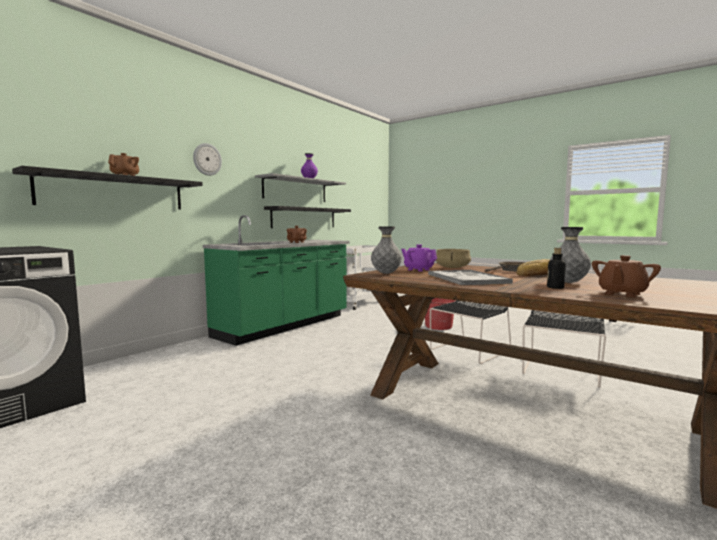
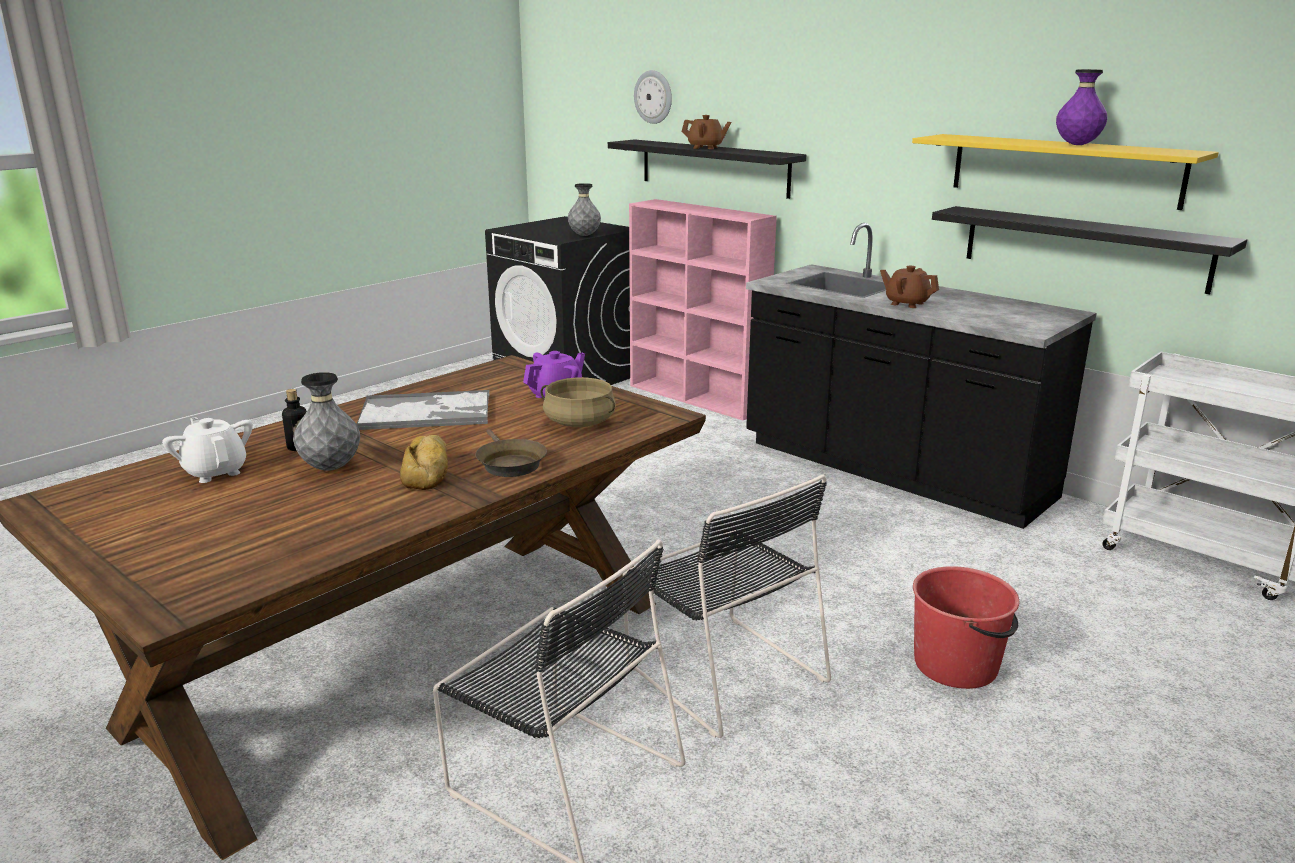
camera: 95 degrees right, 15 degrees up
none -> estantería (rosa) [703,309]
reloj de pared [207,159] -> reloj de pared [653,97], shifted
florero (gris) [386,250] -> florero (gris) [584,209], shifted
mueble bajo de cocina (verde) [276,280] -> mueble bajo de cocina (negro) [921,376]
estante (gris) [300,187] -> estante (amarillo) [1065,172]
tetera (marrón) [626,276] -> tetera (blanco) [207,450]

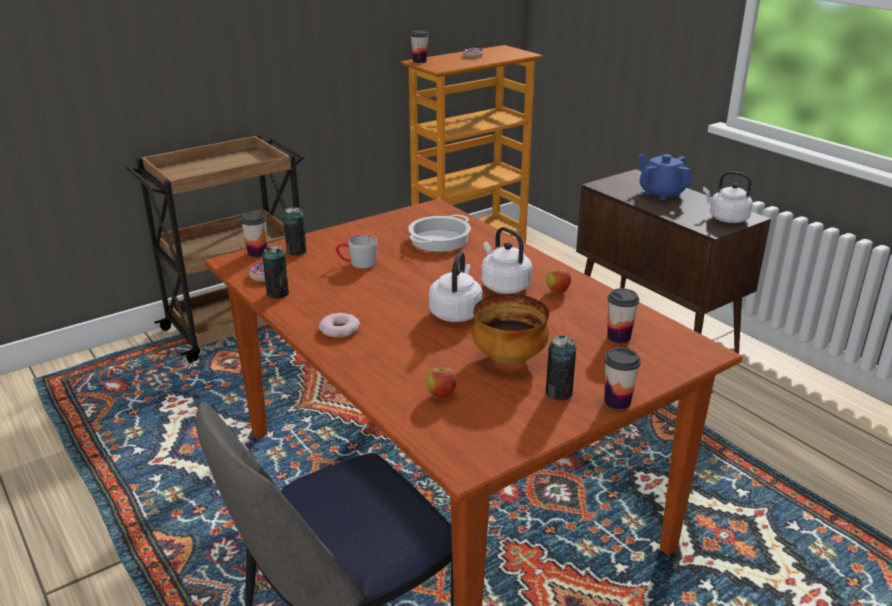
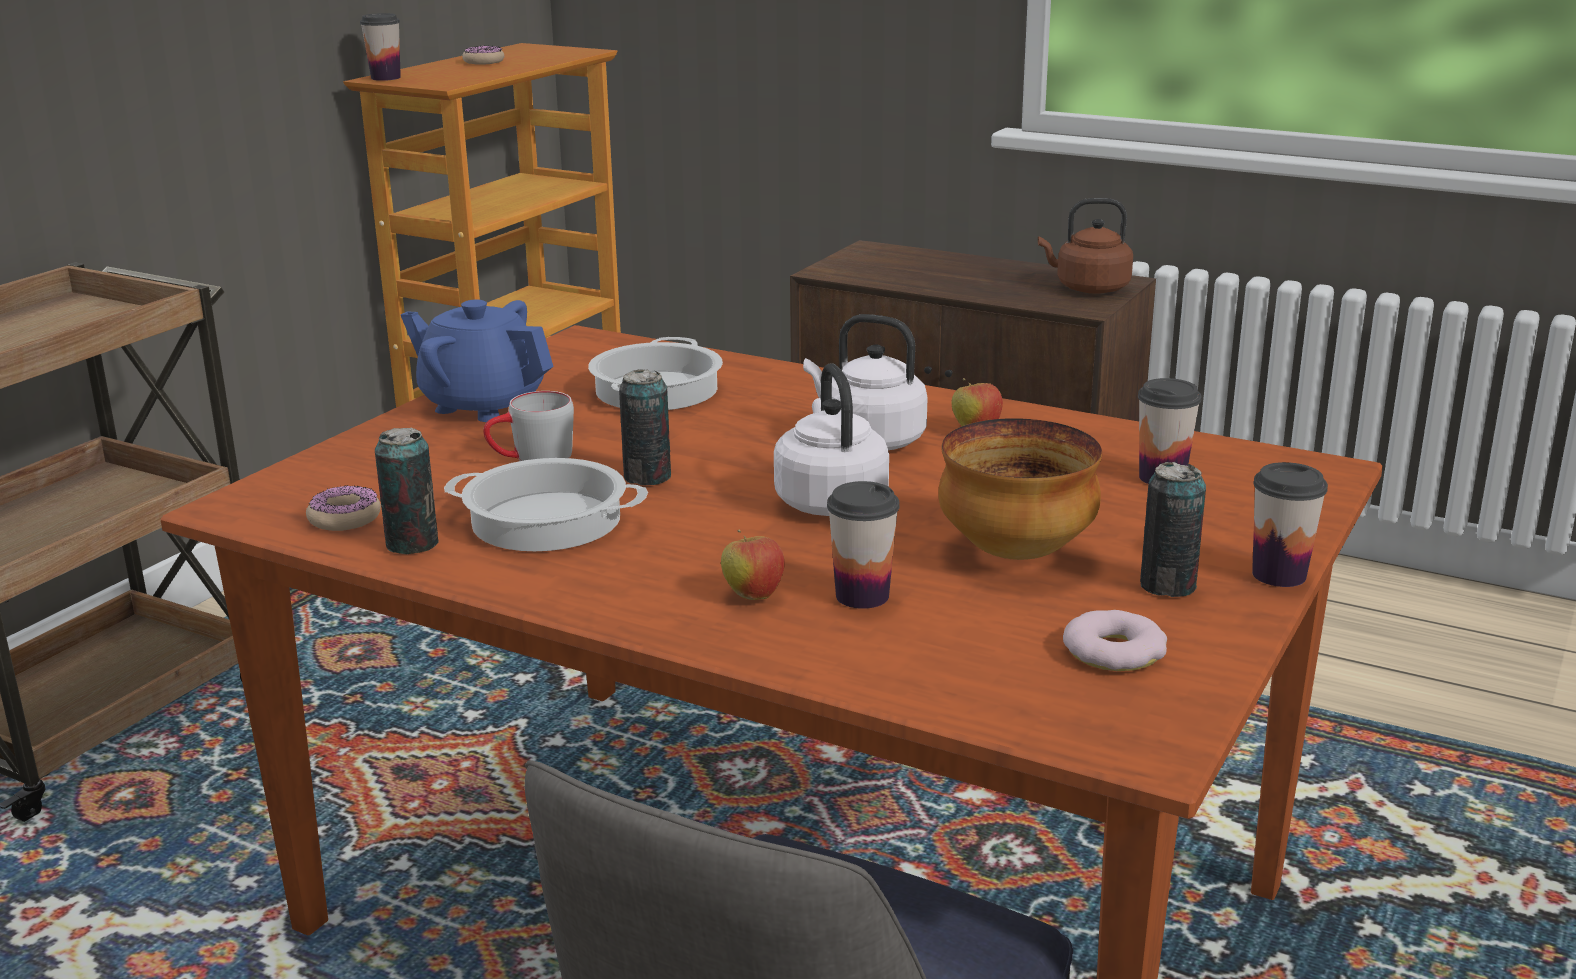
camera: 25 degrees left, 5 degrees down
none -> olla [546,504]
taza [253,234] -> taza [863,545], shifted
lata [295,231] -> lata [645,427], shifted
rosquilla [339,325] -> rosquilla [1115,640], shifted
manzana [442,381] -> manzana [753,564], shifted
tetera (azul) [665,177] -> tetera (azul) [477,360], shifted
hervidor (blanco) [728,197] -> hervidor (marrón) [1085,246]

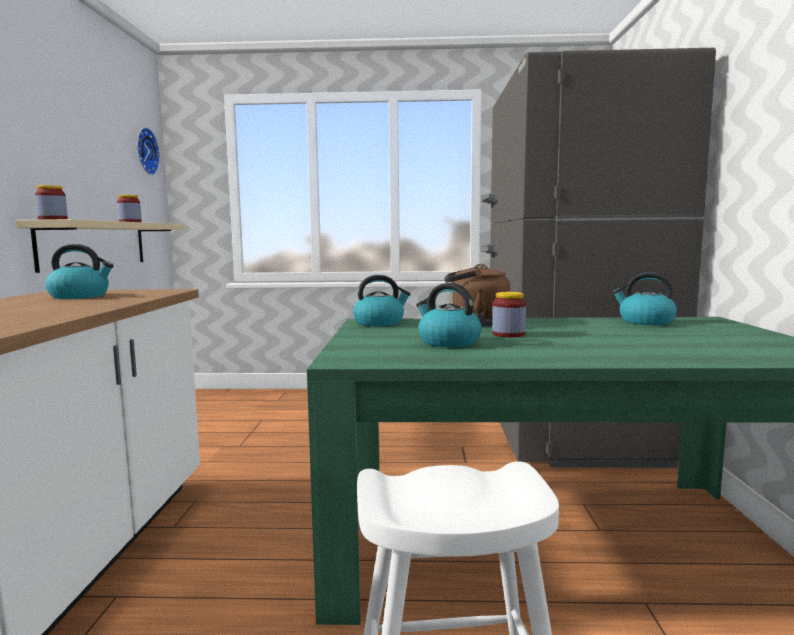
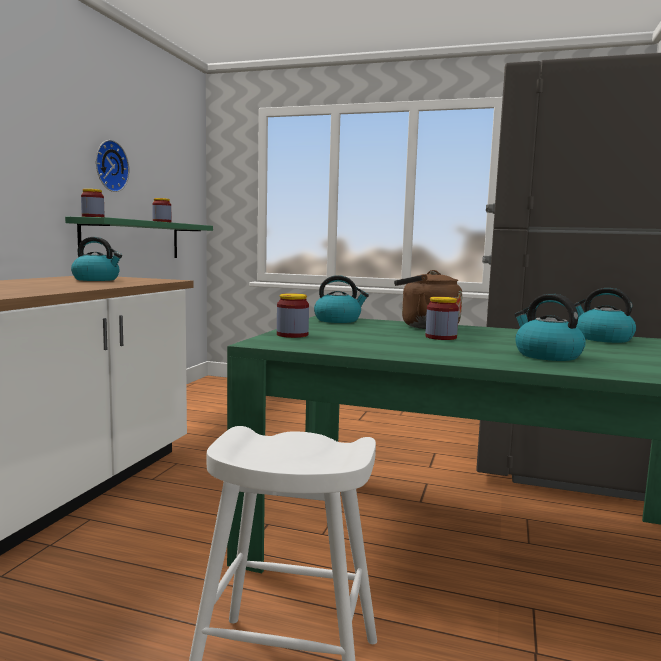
camera: 15 degrees right, 0 degrees up
none -> tarro [293,315]
reloj de pared [148,151] -> reloj de pared [112,166], shifted
hervidor [449,315] -> hervidor [550,327], shifted
estante (beis) [100,246] -> estante (verde) [139,237]

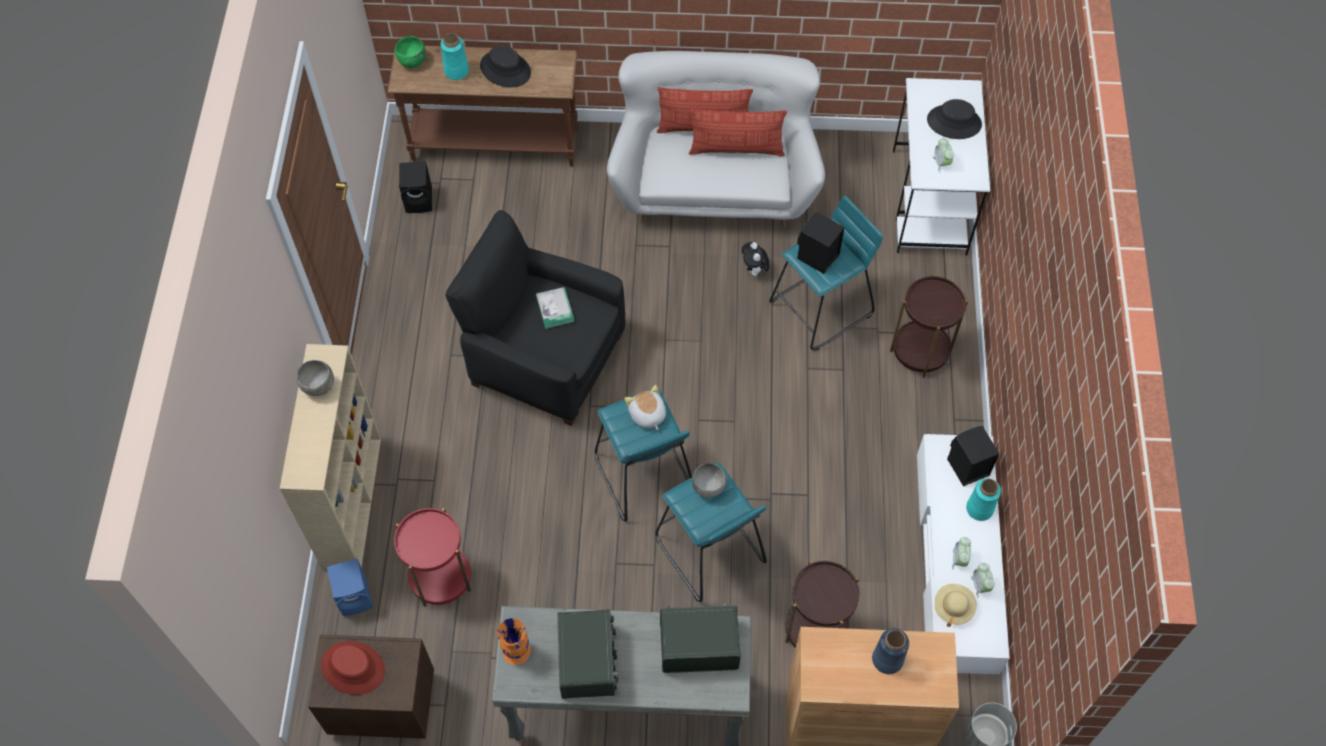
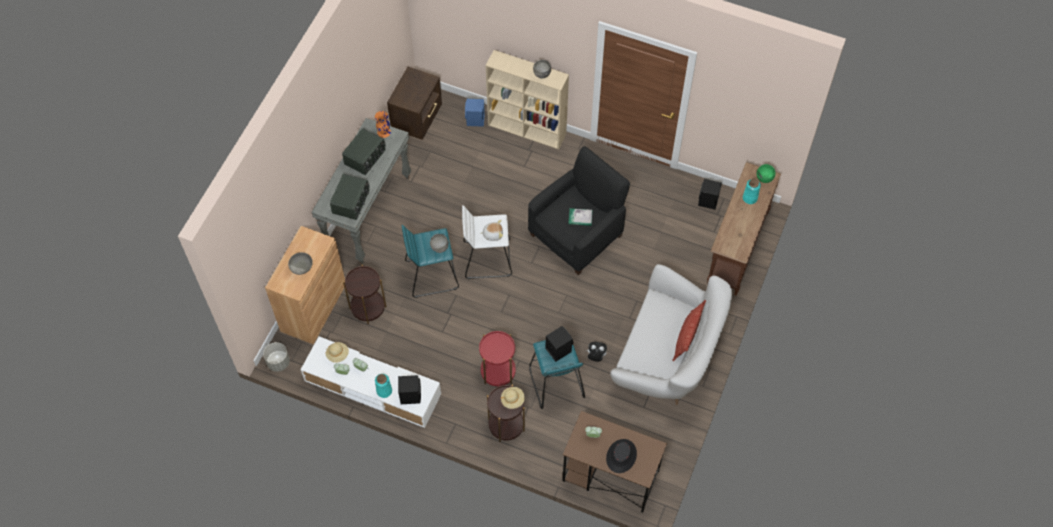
camera: 110 degrees right, 0 degrees up
sombrero (rojo) [353,668] -> none
sombrero (negro) [505,67] -> none
cojín [738,132] -> none
none -> sombrero (beis) [513,398]
mesa auxiliar (rojo) [432,557] -> mesa auxiliar (rojo) [497,358], shifted
florero (azul) [890,651] -> cuenco (gris) [300,263]
taburete (turquesa) [643,455] -> taburete (blanco) [487,242]
escritorio (blanco) [941,166] -> escritorio (marrón) [614,461]
radio [587,654] -> radio [364,151], 75 degrees counterclockwise

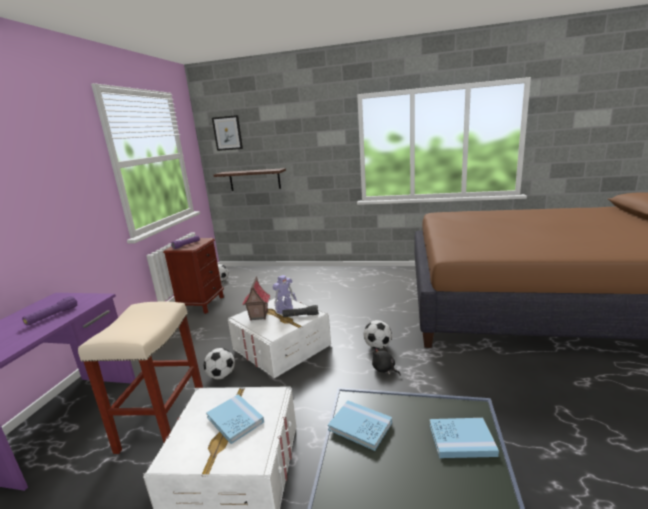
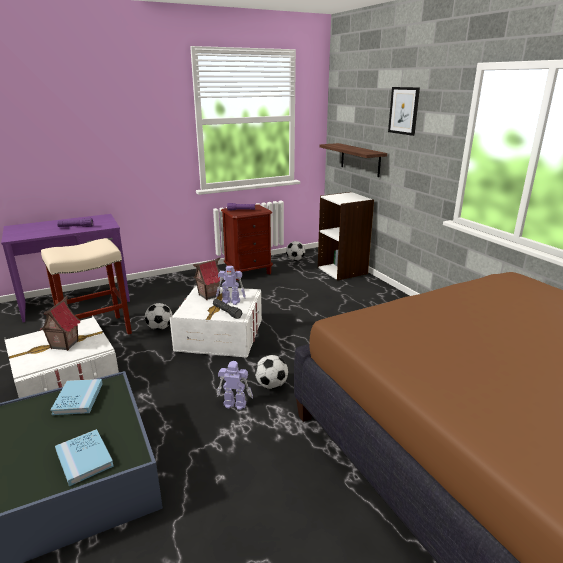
camera: 50 degrees right, 5 degrees up
none -> estantería (blanco) [346,236]
cuadro [227,133] -> cuadro [404,111], shifted
libro (azul) [235,419] -> casita [60,323]
peluche (negro) [386,361] -> robot de juguete [235,385]

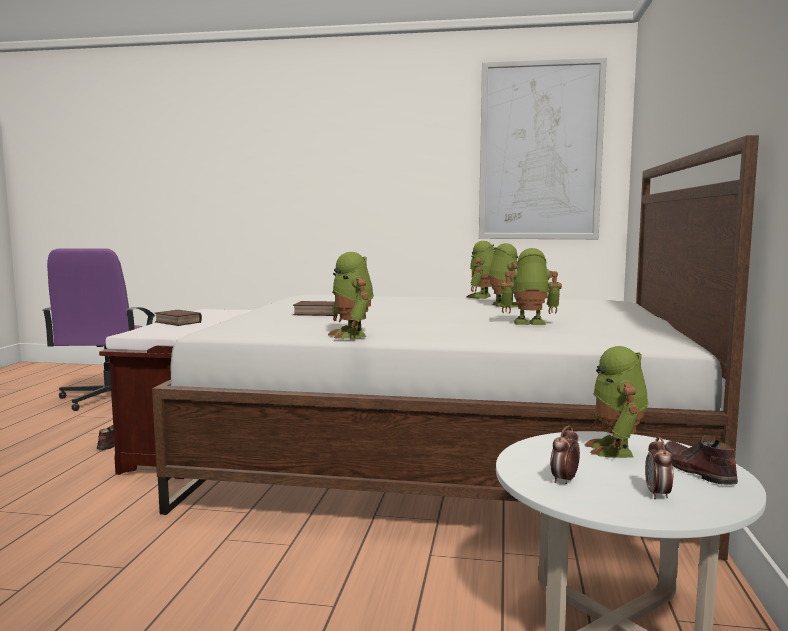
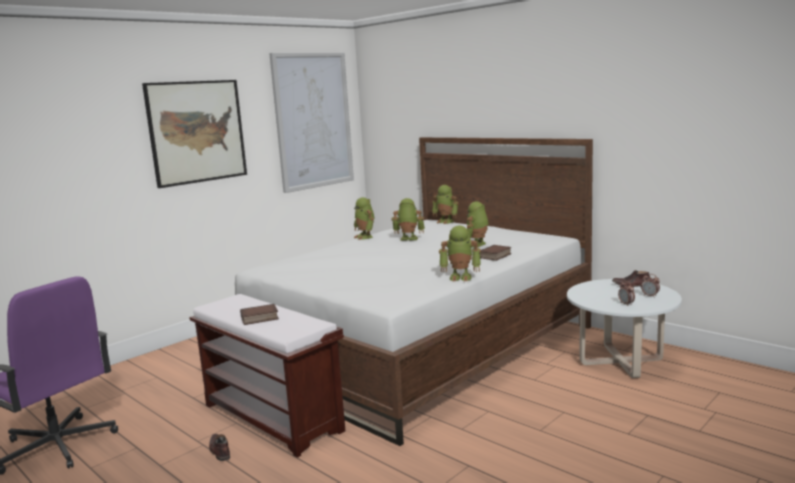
camera: 55 degrees left, 5 degrees up
none -> cuadro [194,134]
libro [314,308] -> libro [495,253], shifted
robot de juguete [616,402] -> robot de juguete [445,204], shifted

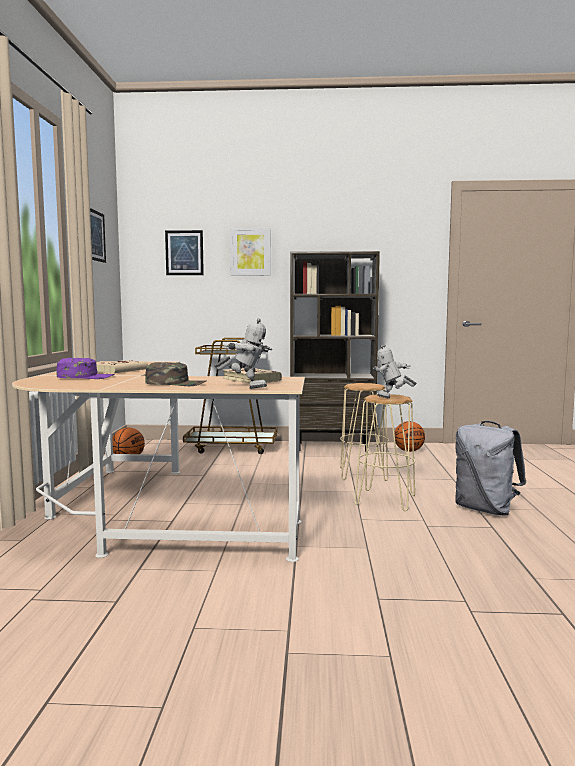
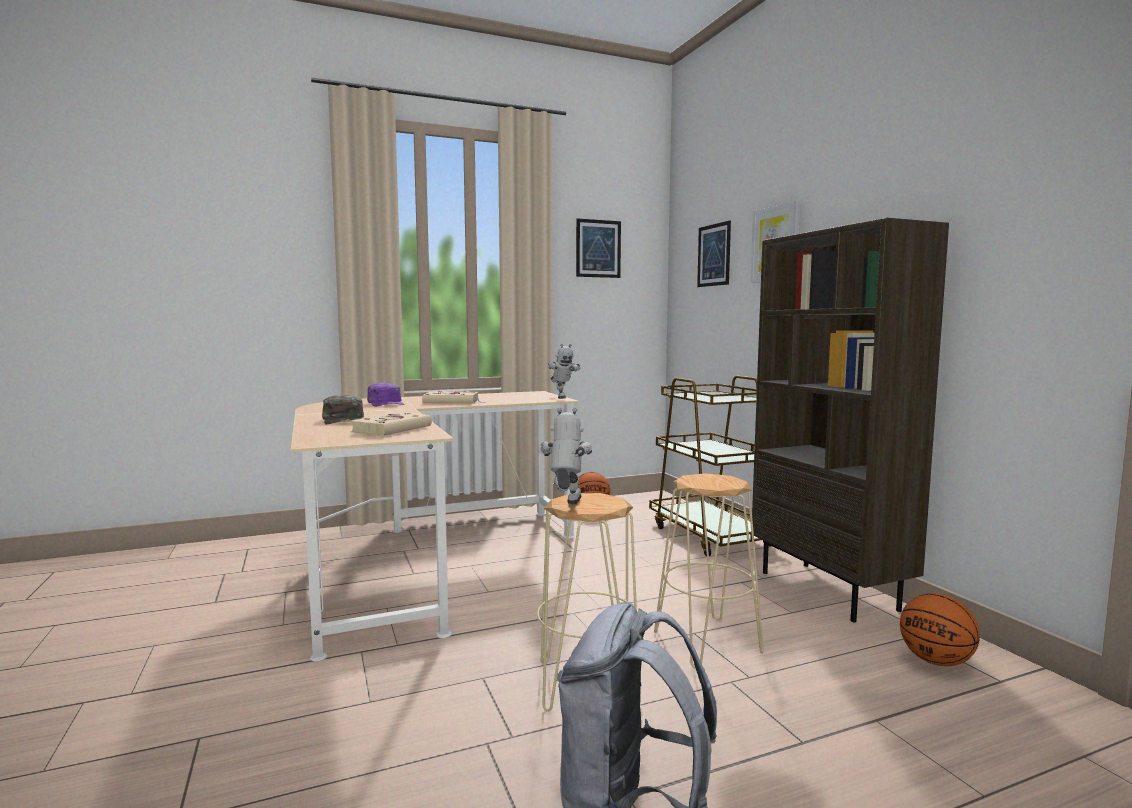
camera: 65 degrees right, 0 degrees up
robot de juguete [243,354] -> robot de juguete [564,371], shifted

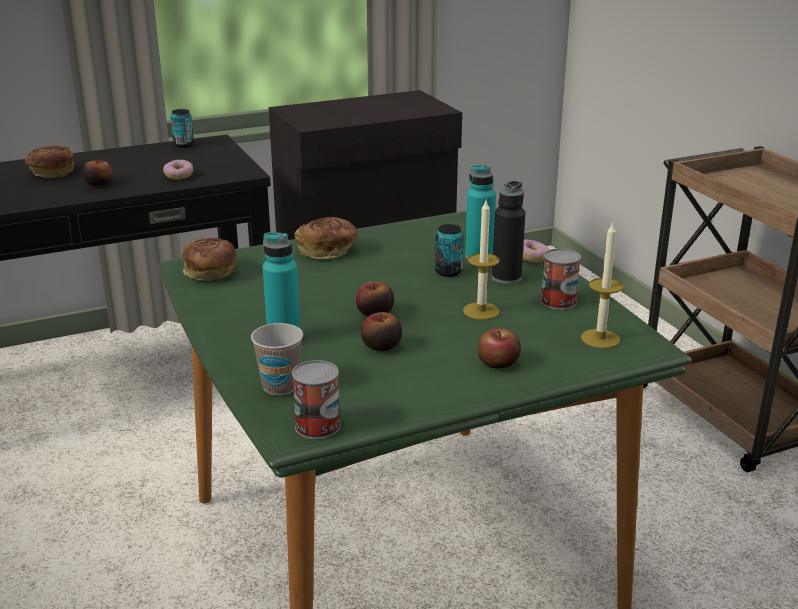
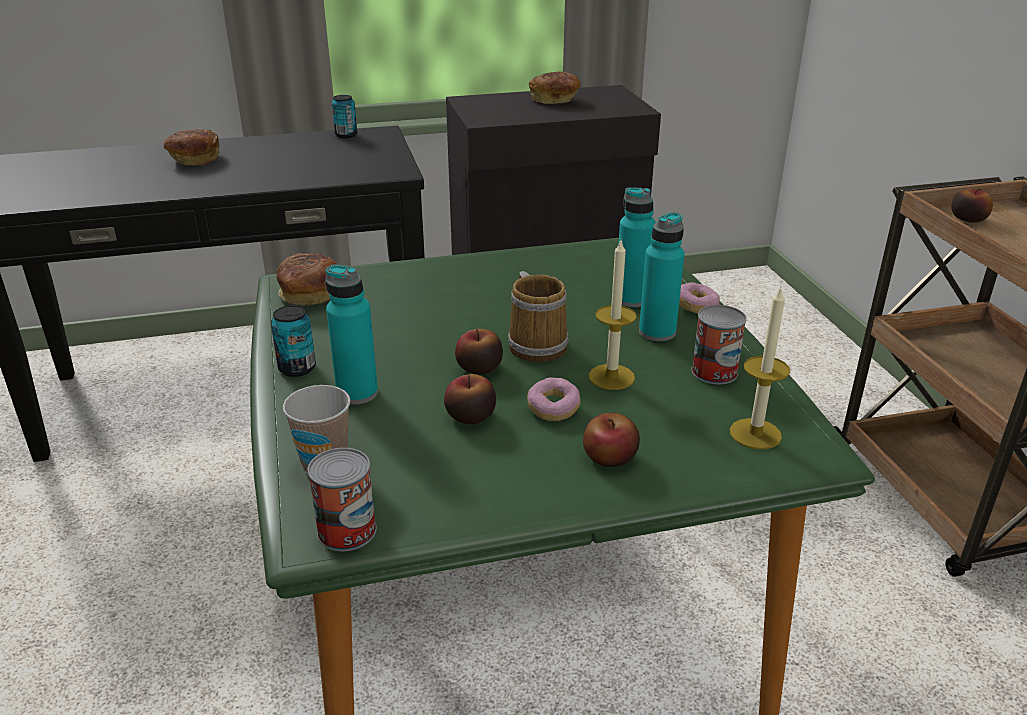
camera: 10 degrees right, 5 degrees up
none -> taza grande [538,316]
manzana [97,172] -> manzana [972,206], shifted
rosquilla [178,170] -> rosquilla [553,399], shifted
pan [325,238] -> pan [555,88], shifted
lata [449,250] -> lata [293,341], shifted
botella (negro) [508,232] -> botella (turquesa) [662,276]

